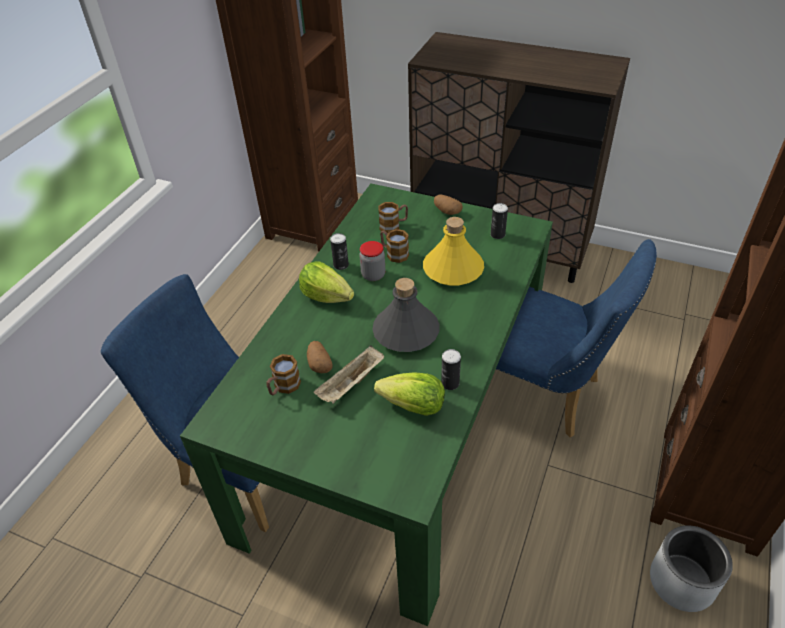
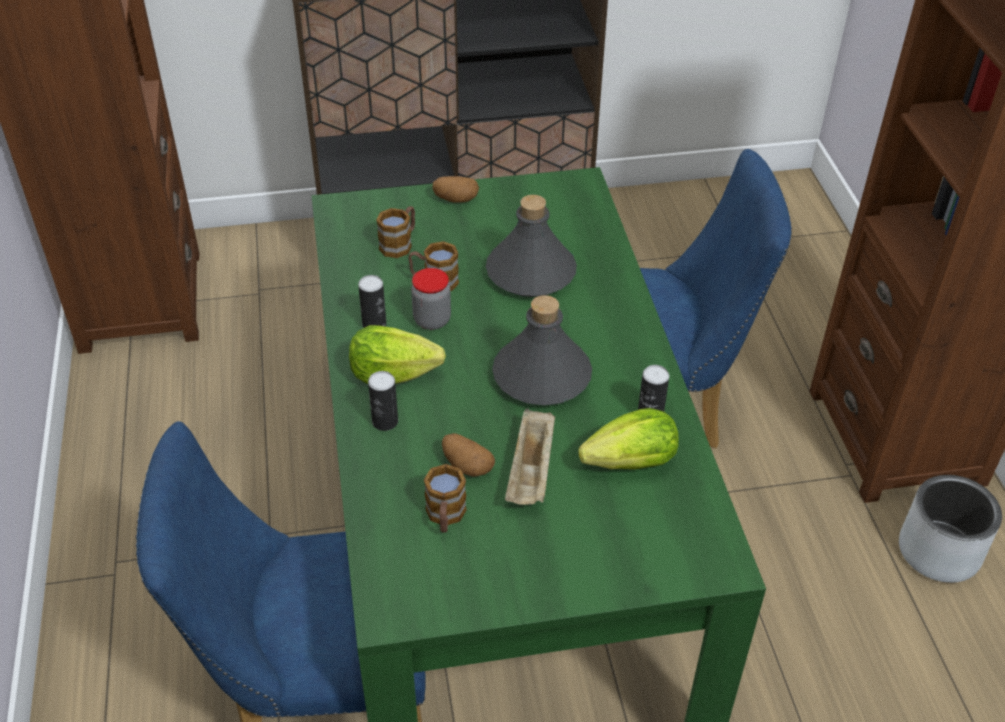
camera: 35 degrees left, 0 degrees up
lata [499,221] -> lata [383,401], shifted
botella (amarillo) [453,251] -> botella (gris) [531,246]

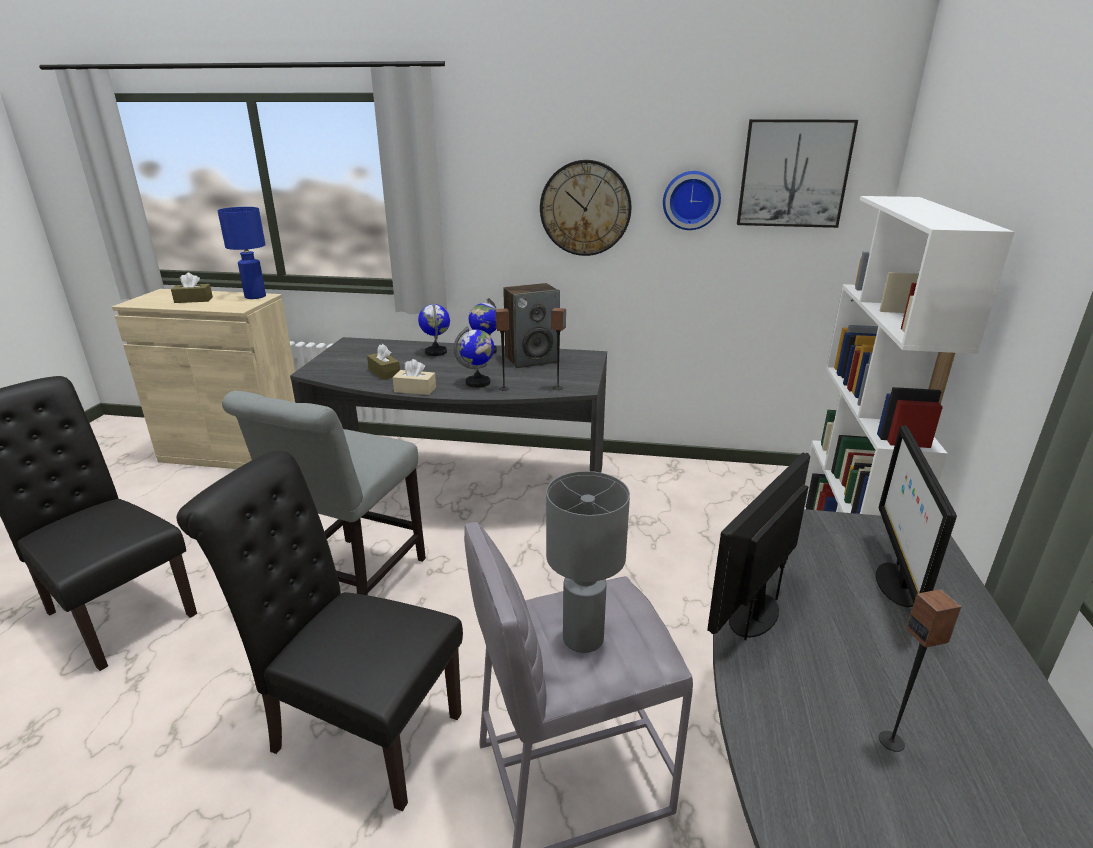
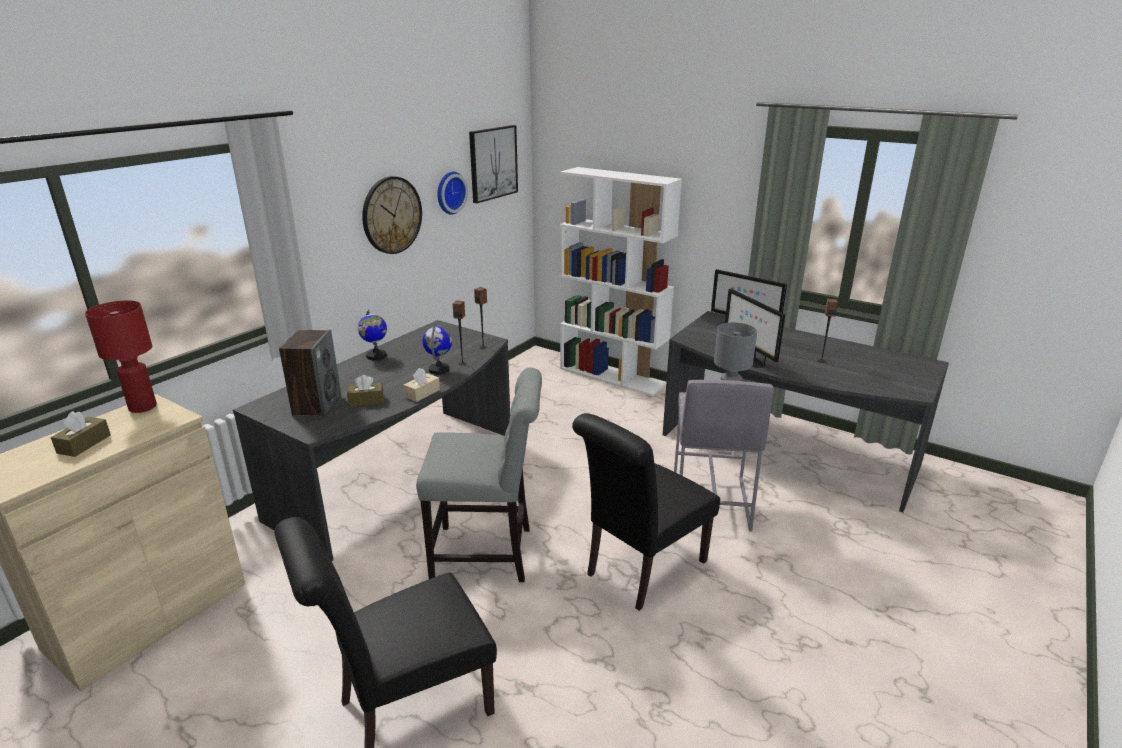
camera: 65 degrees left, 0 degrees up
globo terráqueo [434,329] -> none
altavoz [531,325] -> altavoz [310,373], shifted
lámpara de mesa (azul) [242,253] -> lámpara de mesa (rojo) [121,356]
silla (gris) [324,493] -> silla (gris) [479,474], 45 degrees counterclockwise

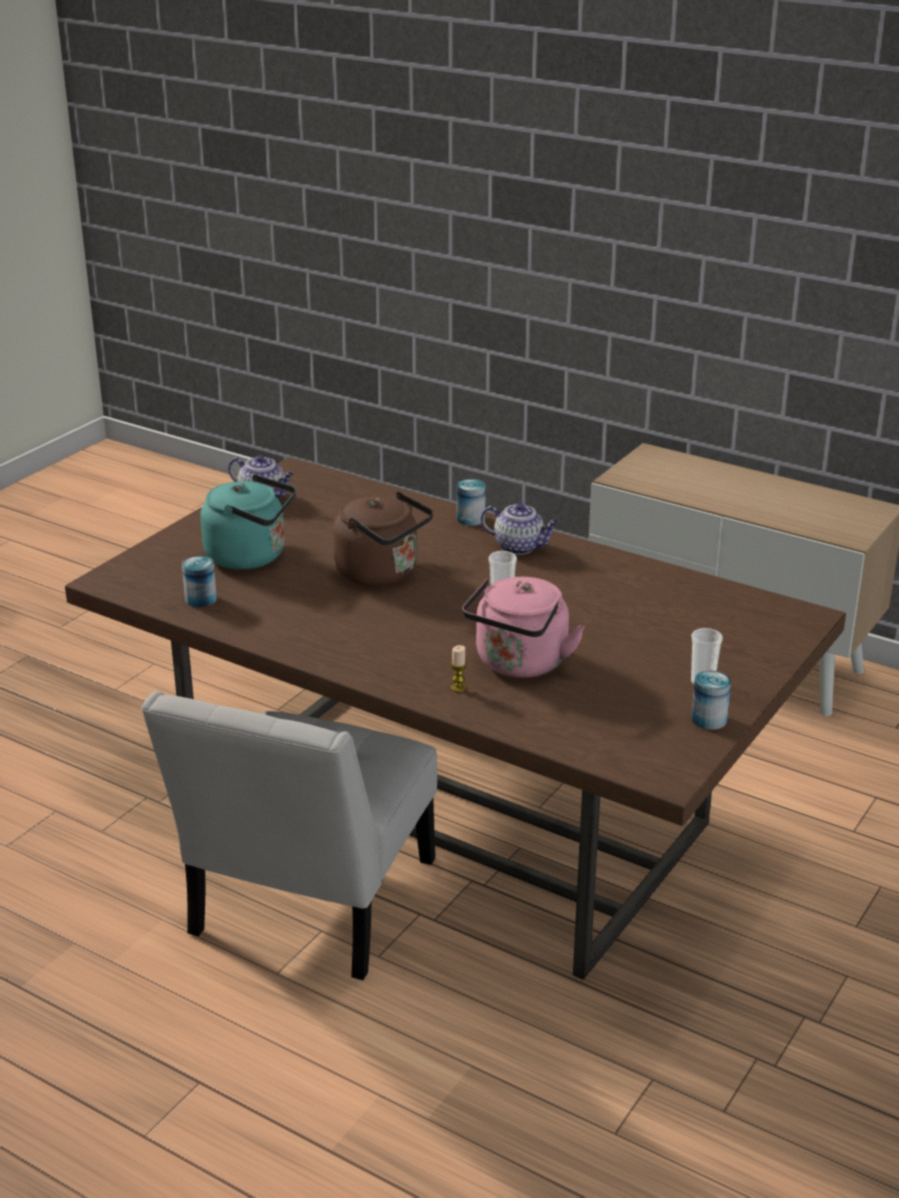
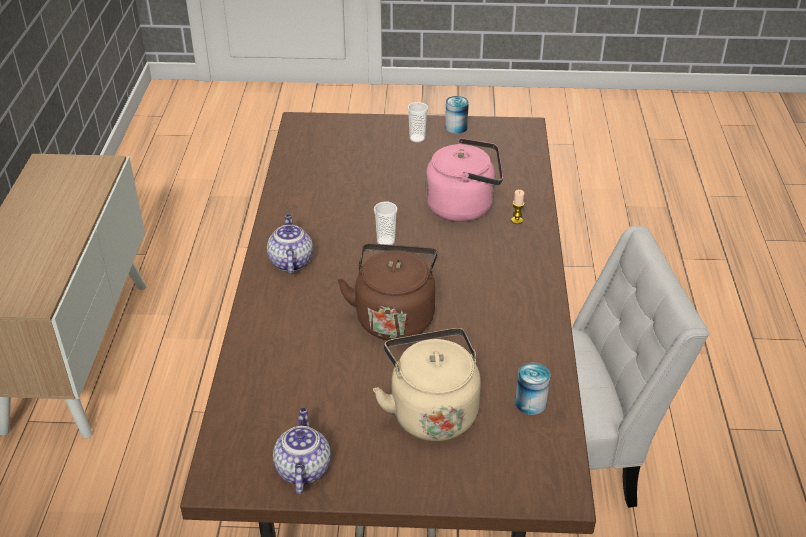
camera: 120 degrees left, 10 degrees up
lata [471,502] -> none
hervidor (turquesa) [248,522] -> hervidor (beis) [427,384]

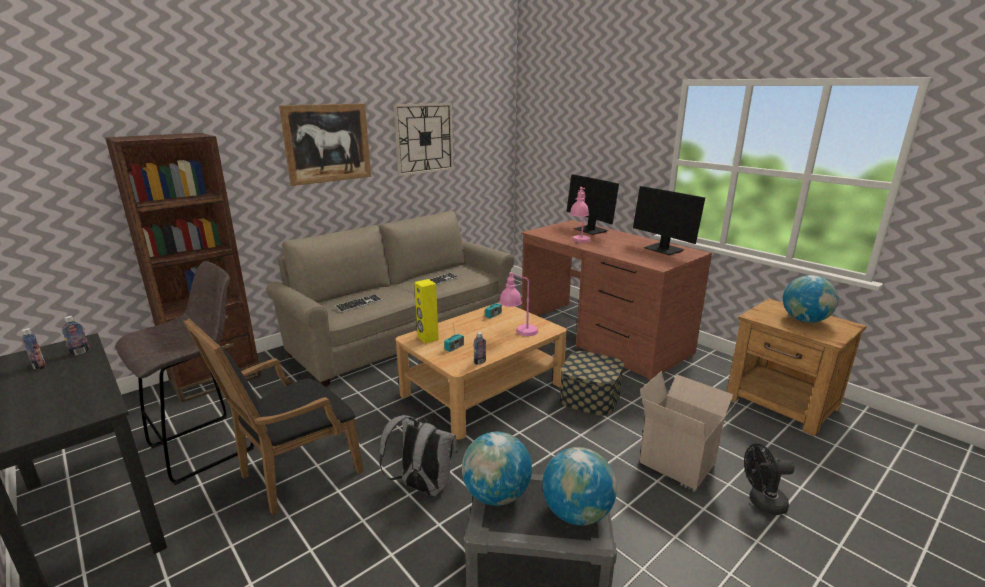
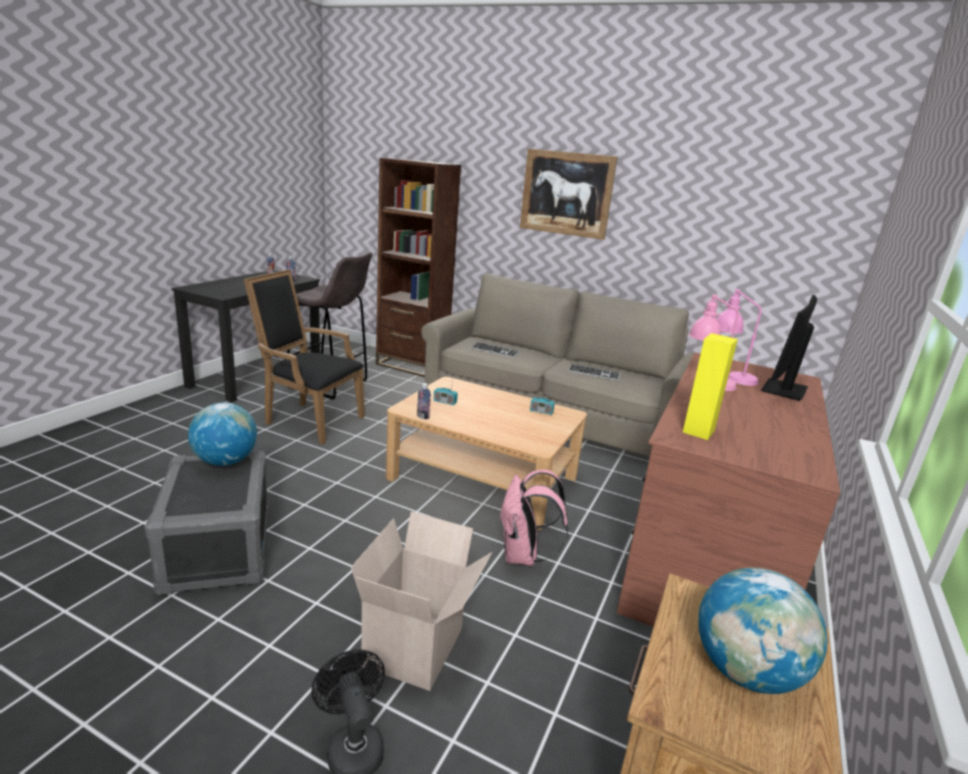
camera: 65 degrees right, 0 degrees up
mochila (gris) [418,455] -> none
reloj de pared [424,139] -> none
globo terráqueo [579,486] -> none
monitor [669,220] -> none
altavoz (amarillo) [426,311] -> altavoz (amarillo) [710,386], shifted
lámpara de mesa (rosa) [518,304] -> lámpara de mesa (rosa) [739,337], shifted
caja de almacenaje [592,383] -> mochila (rosa) [533,517]

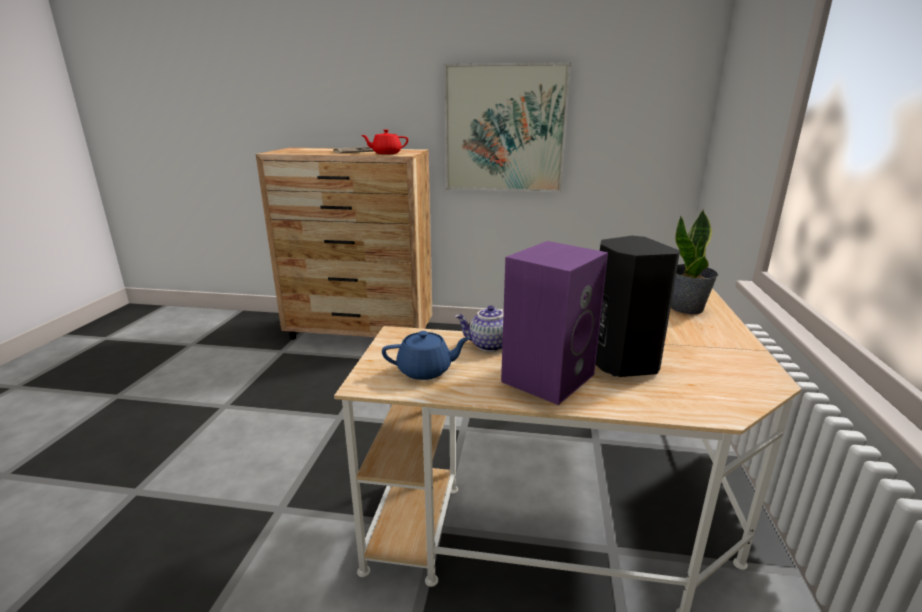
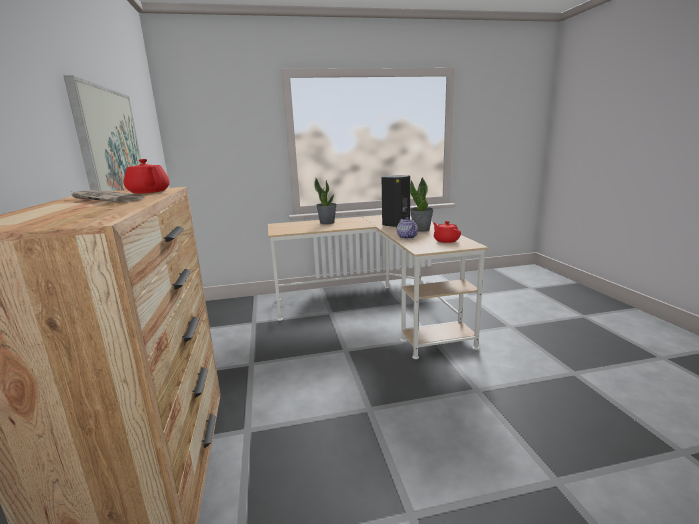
camera: 110 degrees left, 5 degrees down
altavoz (morado) [554,323] -> planta en maceta [422,204]
tetera (azul) [426,355] -> tetera (rojo) [446,232]

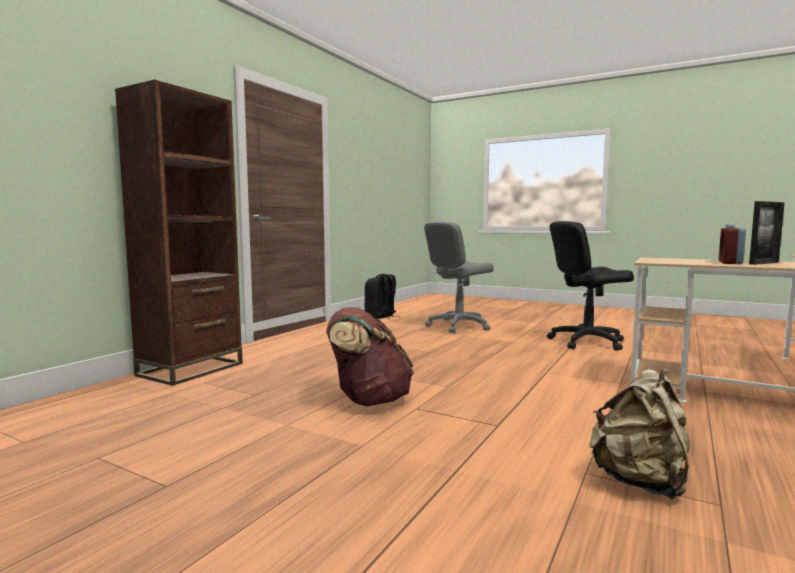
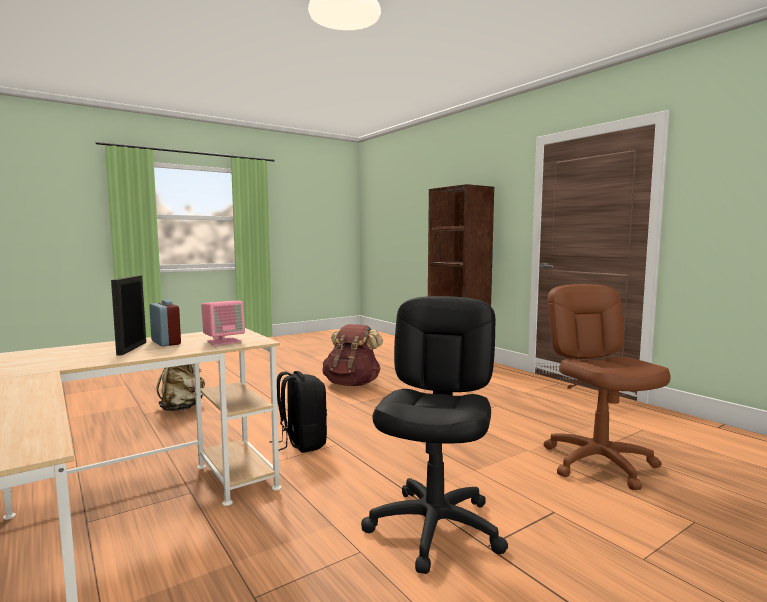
camera: 115 degrees right, 0 degrees up
none -> altavoz (rosa) [223,323]
mochila (negro) [380,296] -> mochila (negro) [298,412], shifted
silla de oficina (gris) [459,277] -> silla de oficina (marrón) [607,387]

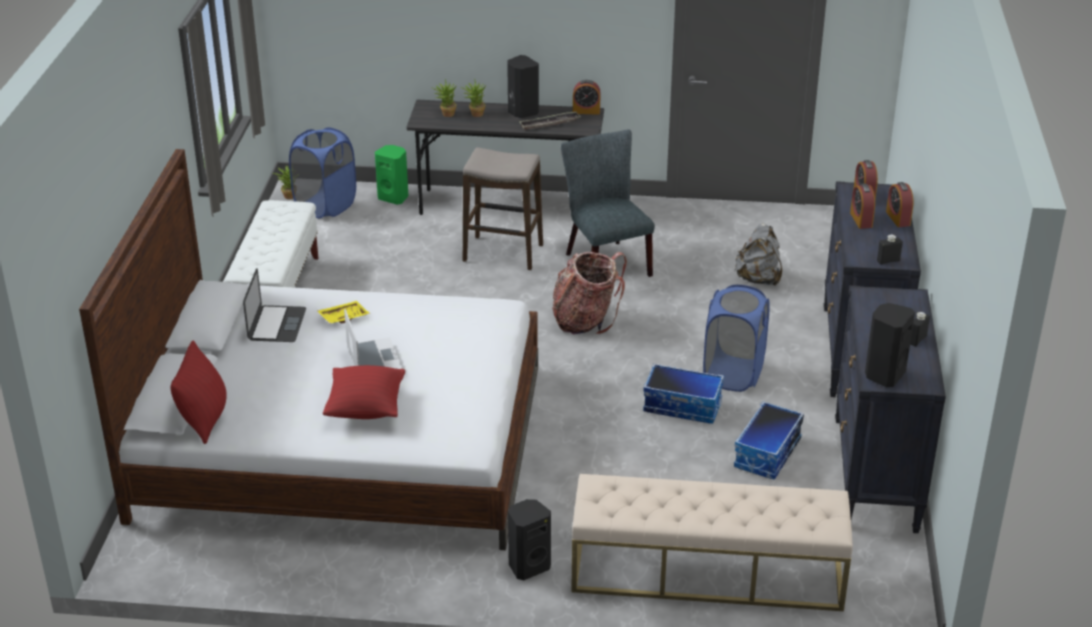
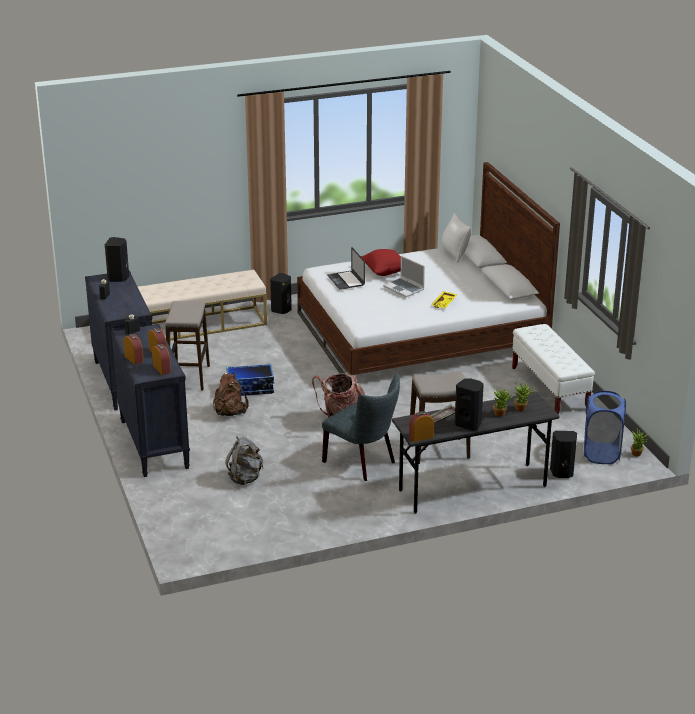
camera: 155 degrees right, 5 degrees down
portátil [274,305] -> portátil [346,268], shifted
cesto de la ropa (azul) [736,338] -> mochila (marrón) [231,394]
caja de almacenaje [769,440] -> taburete [187,346]
cojín (rojo) [199,392] -> cojín (blanco) [456,237]
altavoz (verde) [391,175] -> altavoz (negro) [563,454]

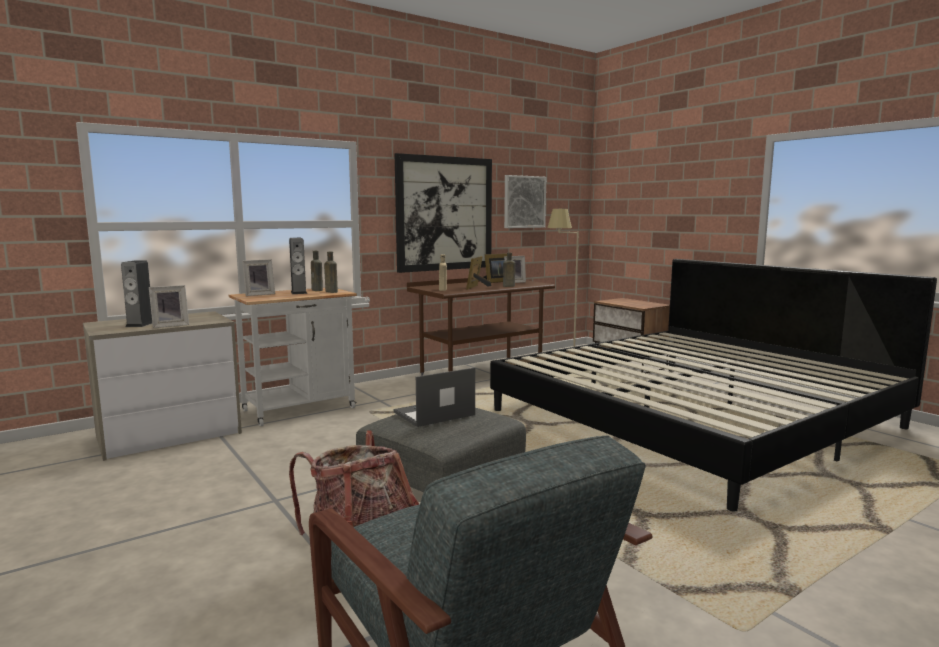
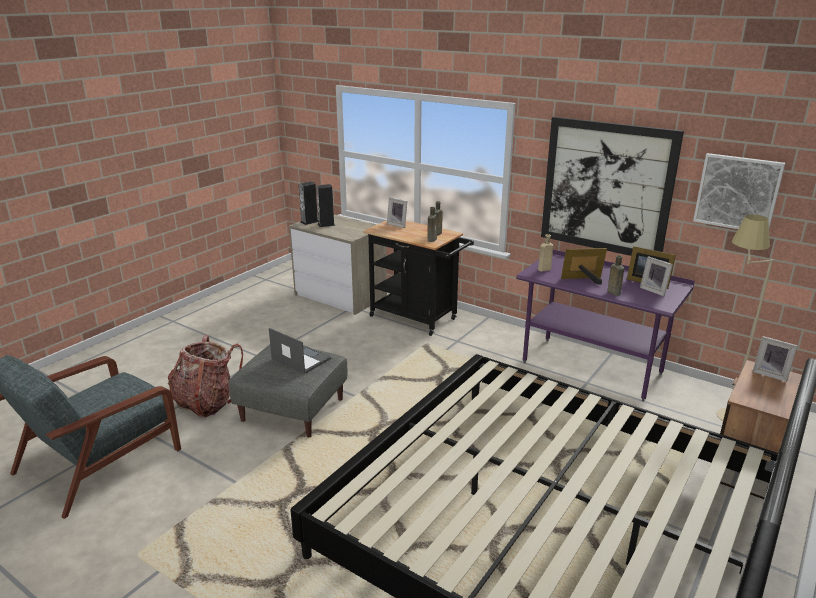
camera: 70 degrees right, 15 degrees up
portarretratos [169,306] -> portarretratos [775,359], shifted
altavoz [298,266] -> altavoz [309,203], shifted
carrito (blanco) [299,357] -> carrito (negro) [418,278]
escritorio (marrón) [481,327] -> escritorio (morado) [605,326]

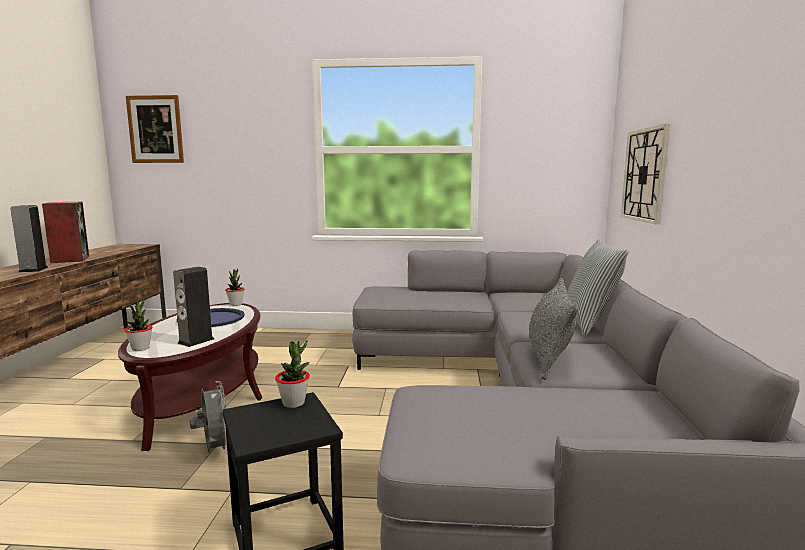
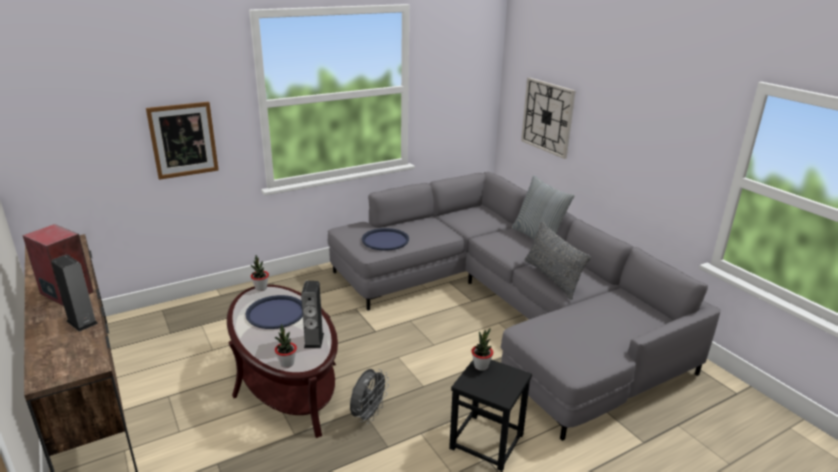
camera: 35 degrees left, 15 degrees up
none -> bandeja (azul) [385,239]
cuadro [155,129] -> cuadro [182,141], shifted
ventilador (gris) [208,417] -> ventilador (gris) [369,396], 90 degrees clockwise

